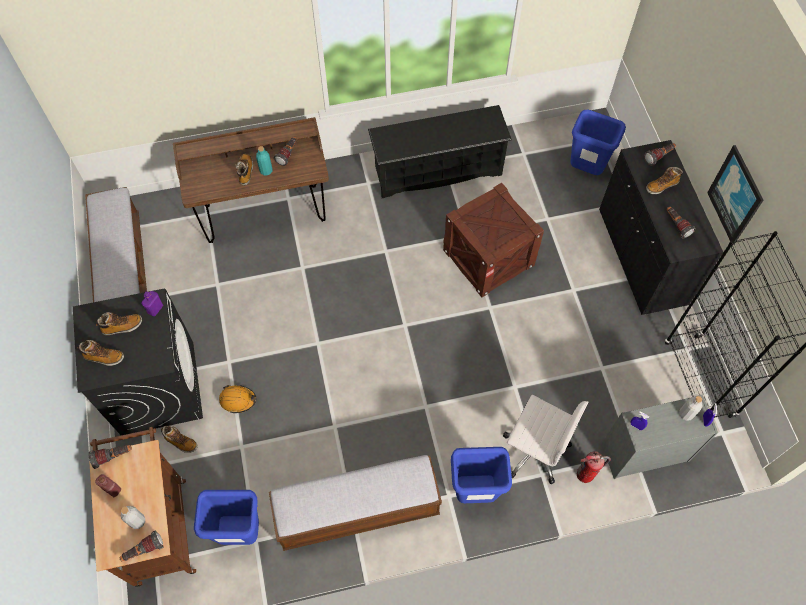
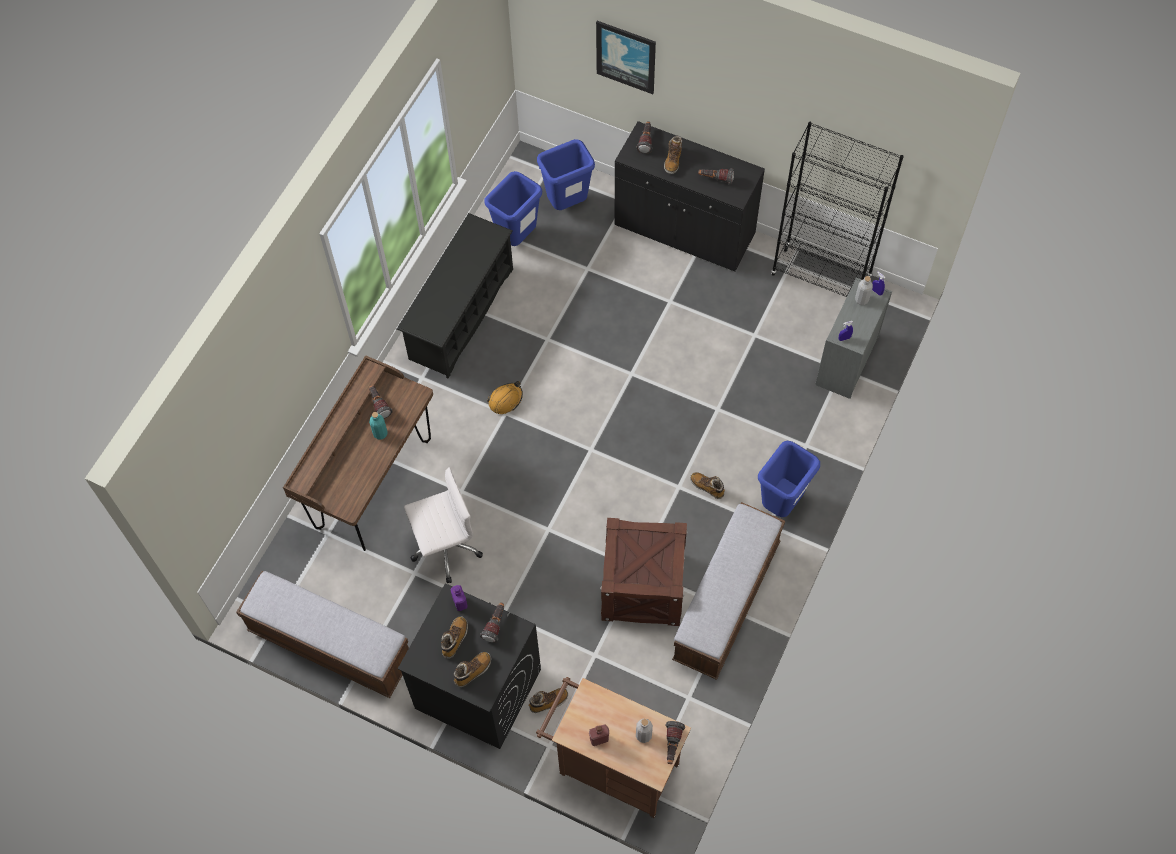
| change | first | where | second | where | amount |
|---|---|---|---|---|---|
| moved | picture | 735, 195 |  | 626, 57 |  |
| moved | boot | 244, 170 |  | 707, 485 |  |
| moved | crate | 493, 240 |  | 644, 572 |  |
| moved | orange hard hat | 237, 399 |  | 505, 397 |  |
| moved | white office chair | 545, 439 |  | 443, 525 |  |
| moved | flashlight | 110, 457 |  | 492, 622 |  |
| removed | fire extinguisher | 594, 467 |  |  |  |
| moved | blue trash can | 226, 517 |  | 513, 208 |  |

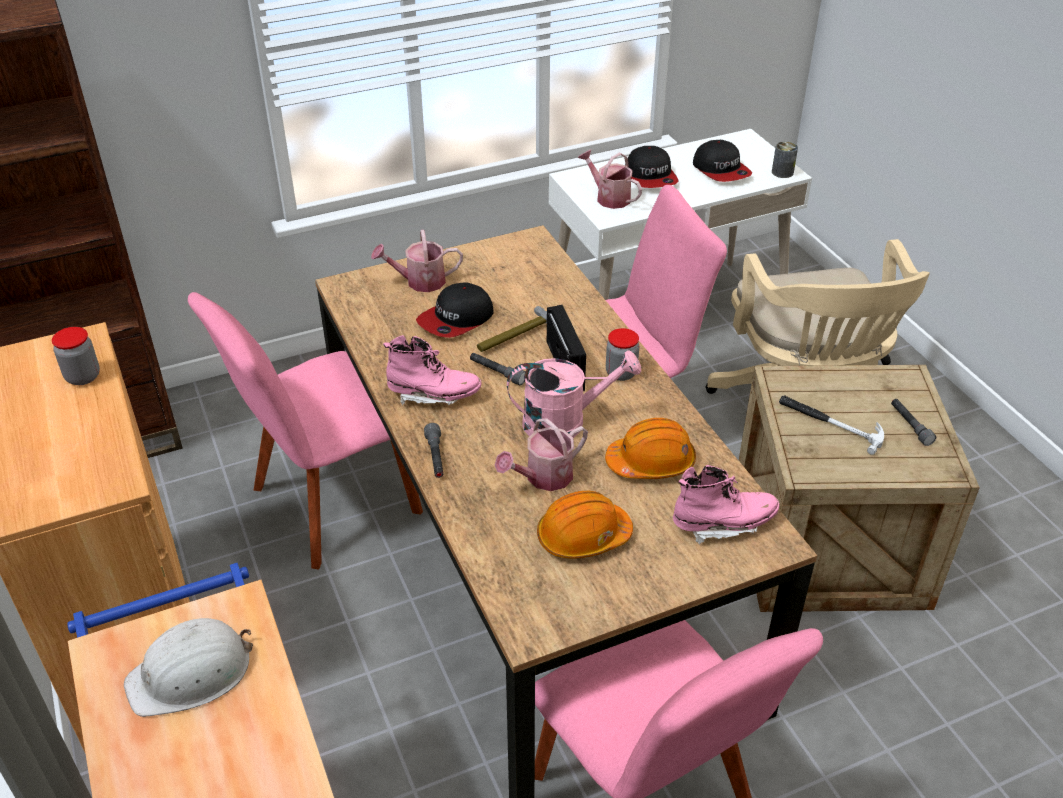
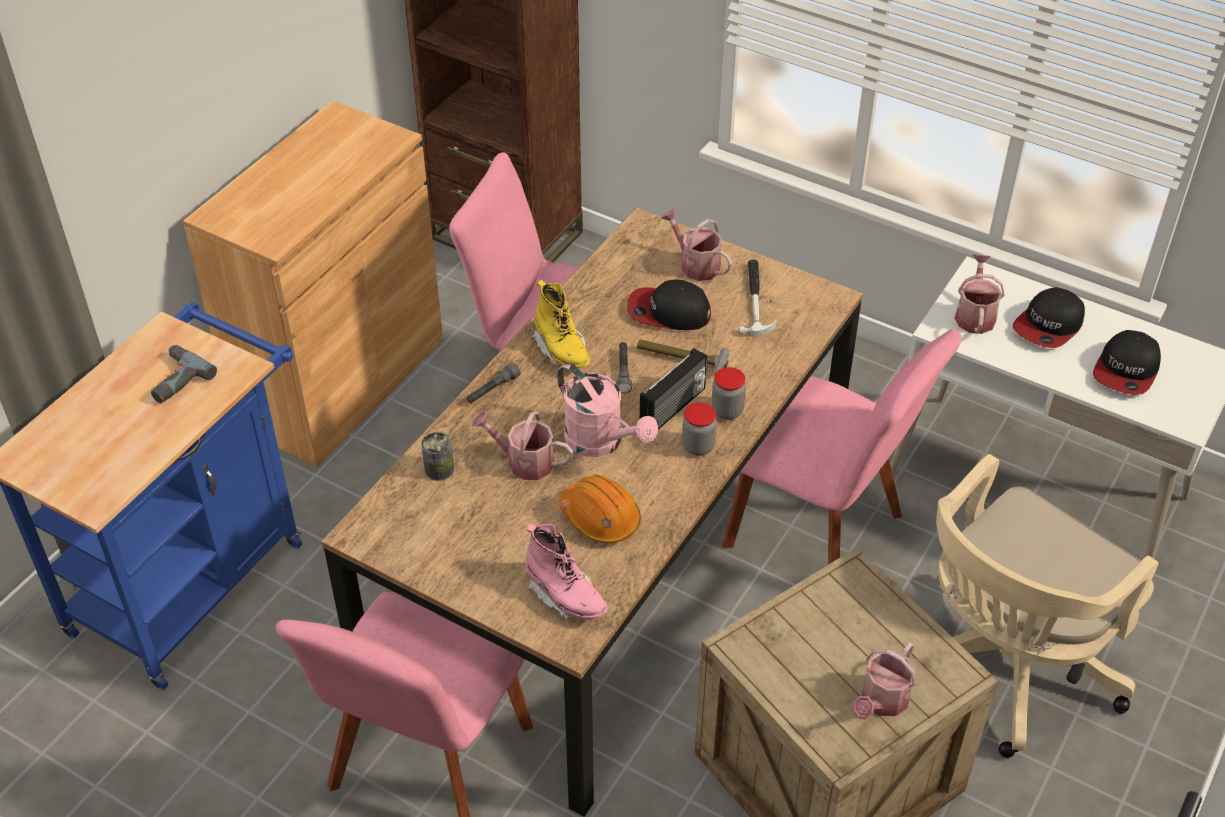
| change | first | where | second | where | amount |
|---|---|---|---|---|---|
| moved | can | 785, 159 |  | 437, 456 |  |
| moved | jar | 76, 356 |  | 728, 393 |  |
| recoloured | pink boot | 432, 370 | yellow boot | 560, 324 |  |
| moved | hammer | 831, 425 |  | 758, 297 |  |
| replaced | grey flashlight | 913, 422 | watering can | 884, 680 |  |
| removed | orange hard hat | 585, 525 |  |  |  |
| replaced | white hard hat | 188, 667 | power drill | 184, 374 |  |

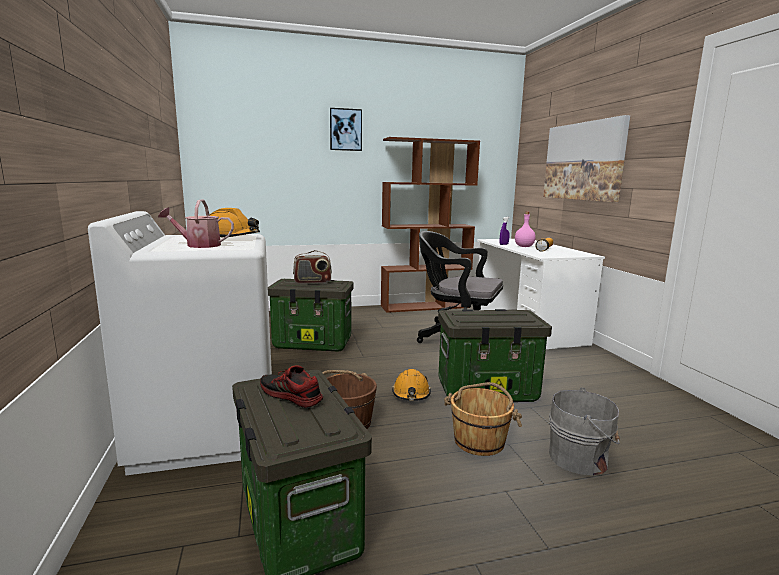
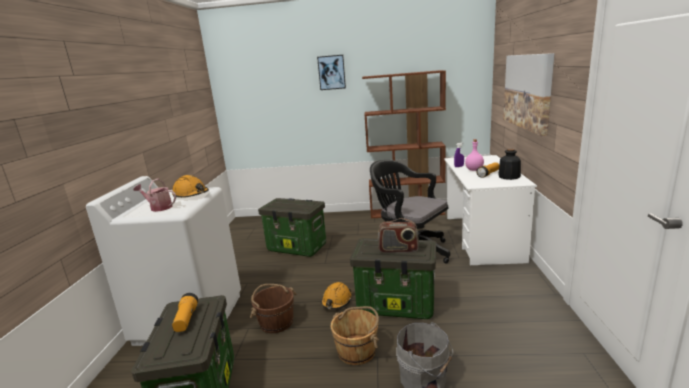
| change | first | where | second | where | amount |
|---|---|---|---|---|---|
| moved | radio | 312, 267 |  | 398, 235 |  |
| replaced | shoe | 291, 386 | flashlight | 185, 312 |  |
| added |  |  | bottle | 509, 164 |  |

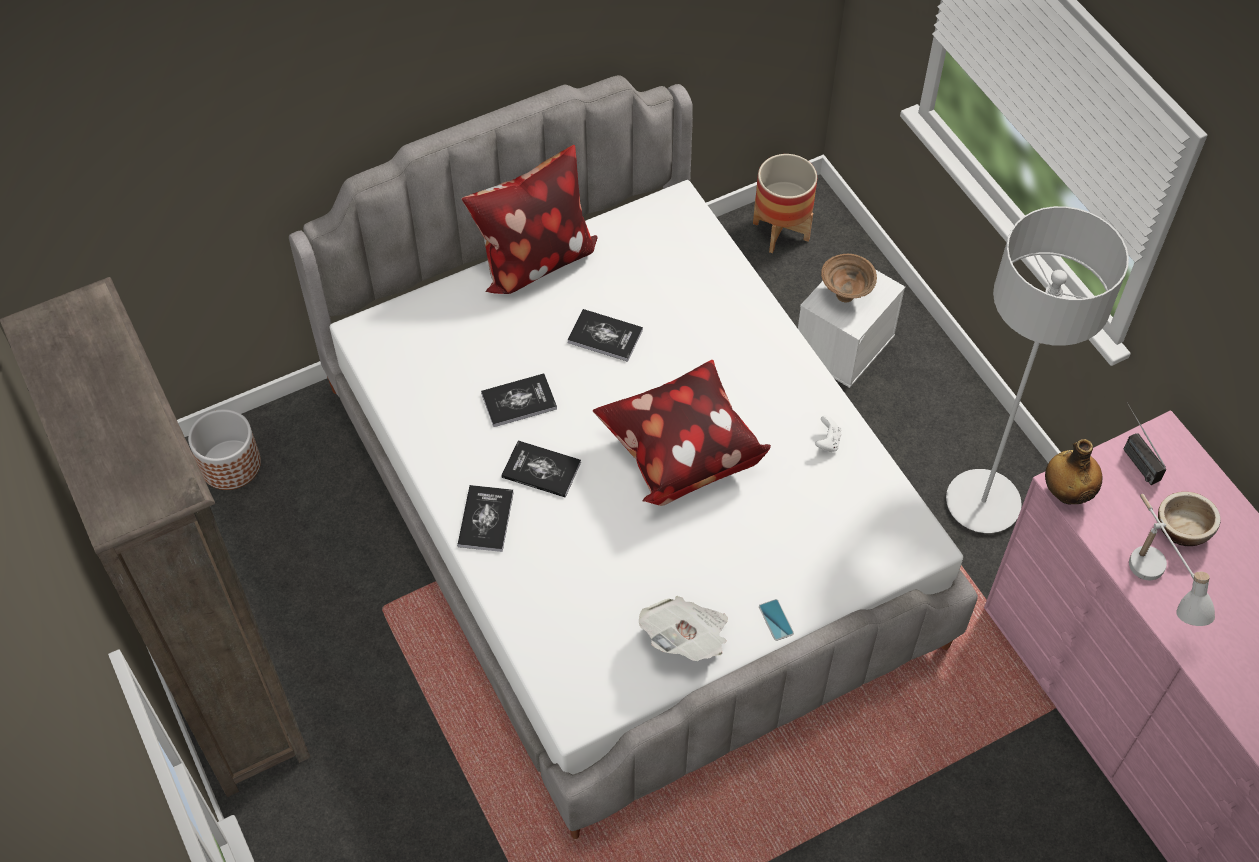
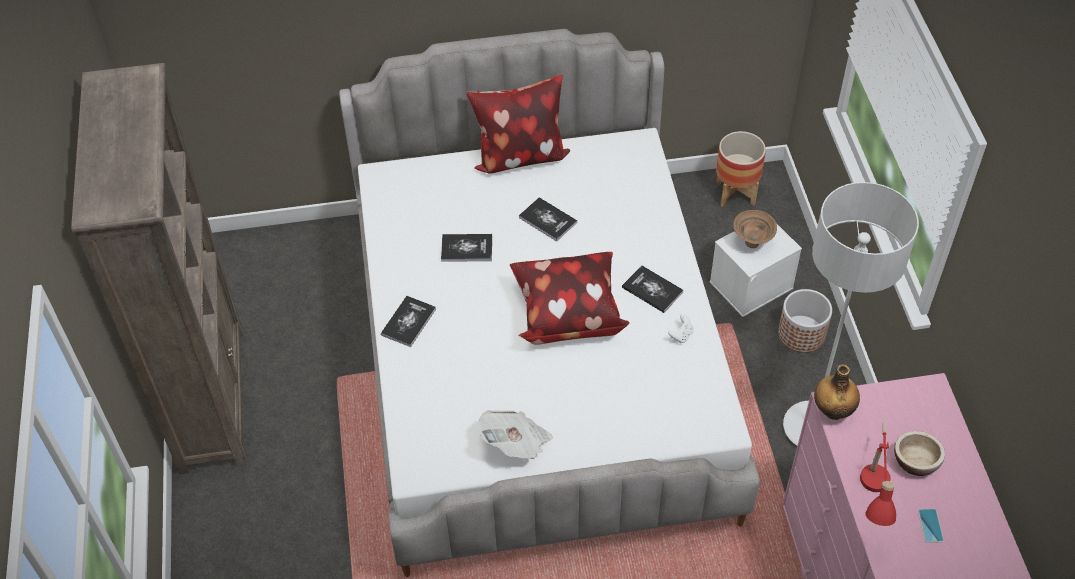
| change | first | where | second | where | amount |
|---|---|---|---|---|---|
| removed | radio | 1144, 443 |  |  |  |
| moved | planter | 224, 449 |  | 805, 320 |  |
| moved | book | 541, 468 |  | 652, 289 |  |
| recoloured | white table lamp | 1172, 560 | red table lamp | 878, 474 |  |
| moved | phone | 776, 620 |  | 931, 526 |  |

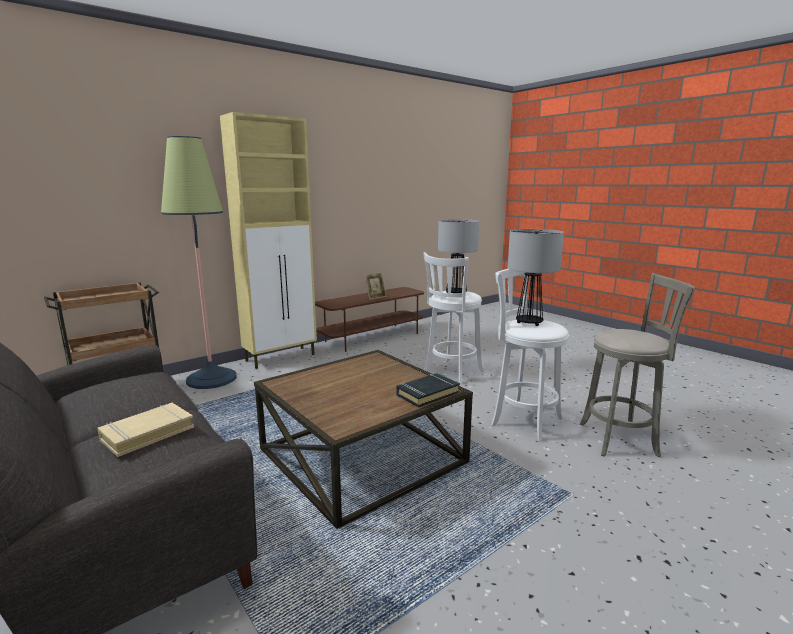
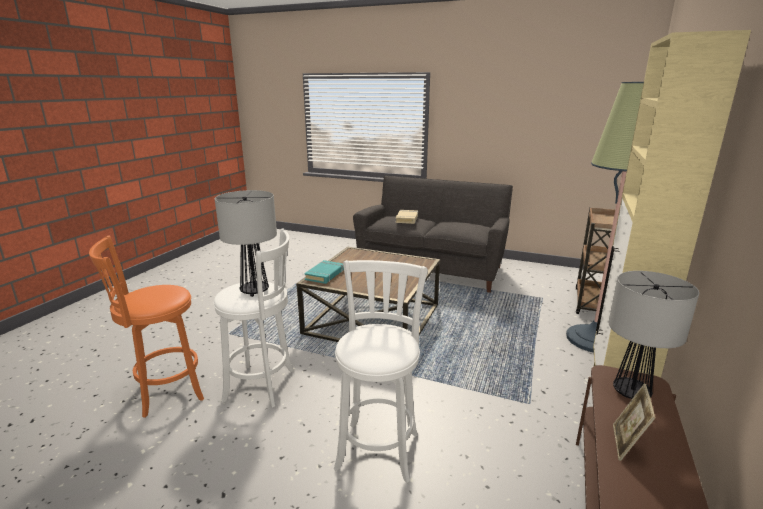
| change | first | where | second | where | amount |
|---|---|---|---|---|---|
| moved | table lamp | 458, 256 |  | 654, 335 |  |
| recoloured | grey stool | 637, 365 | orange stool | 146, 326 |  |
| recoloured | black book | 428, 390 | turquoise book | 324, 272 |  |

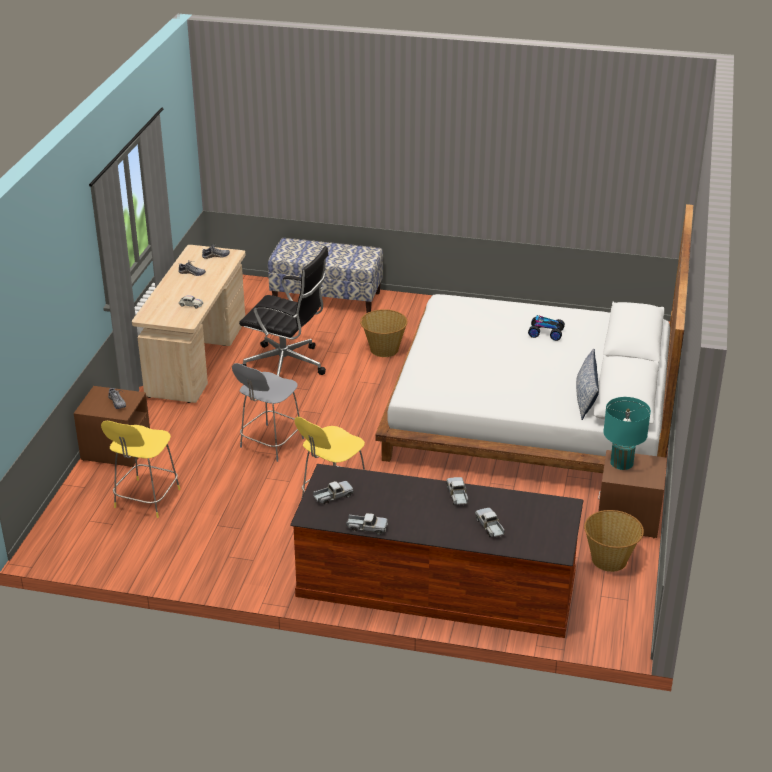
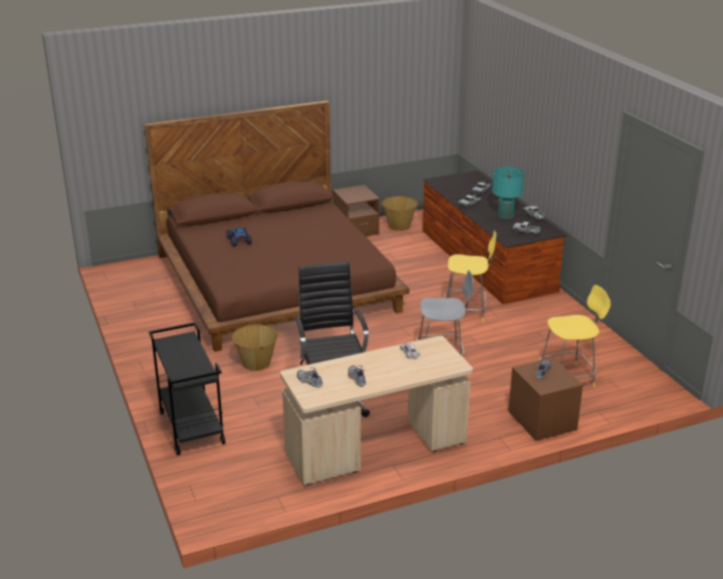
| change | first | where | second | where | amount |
|---|---|---|---|---|---|
| recoloured | white bed | 534, 338 | brown bed | 276, 226 |  |
| replaced | bench | 325, 275 | black cart | 187, 388 |  |
| removed | pillow | 587, 384 |  |  |  |
| moved | turquoise table lamp | 627, 433 |  | 508, 193 |  |

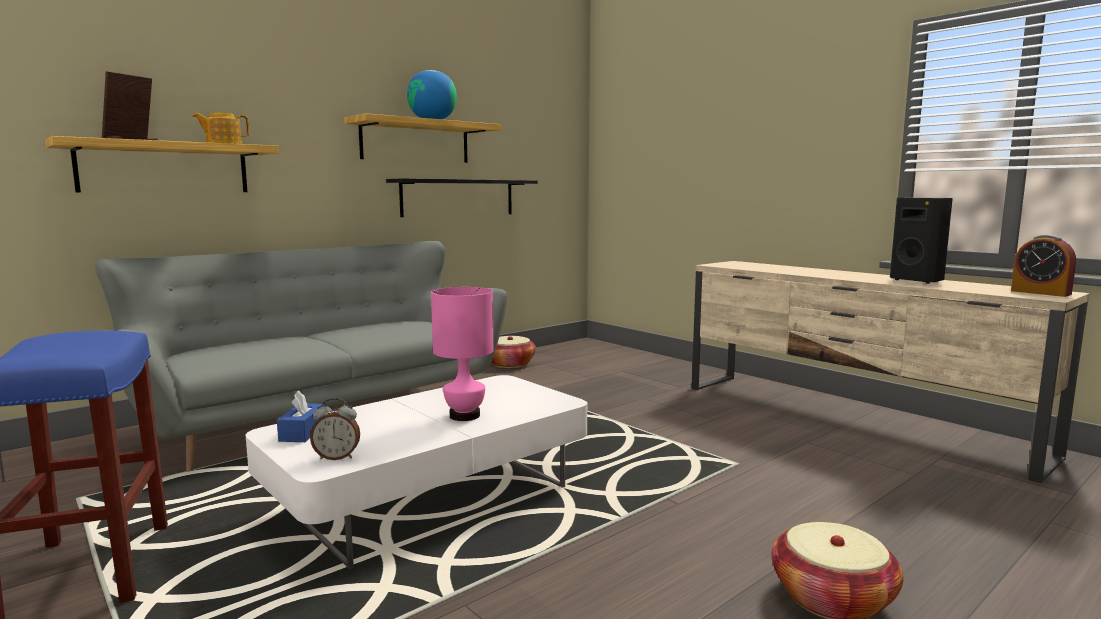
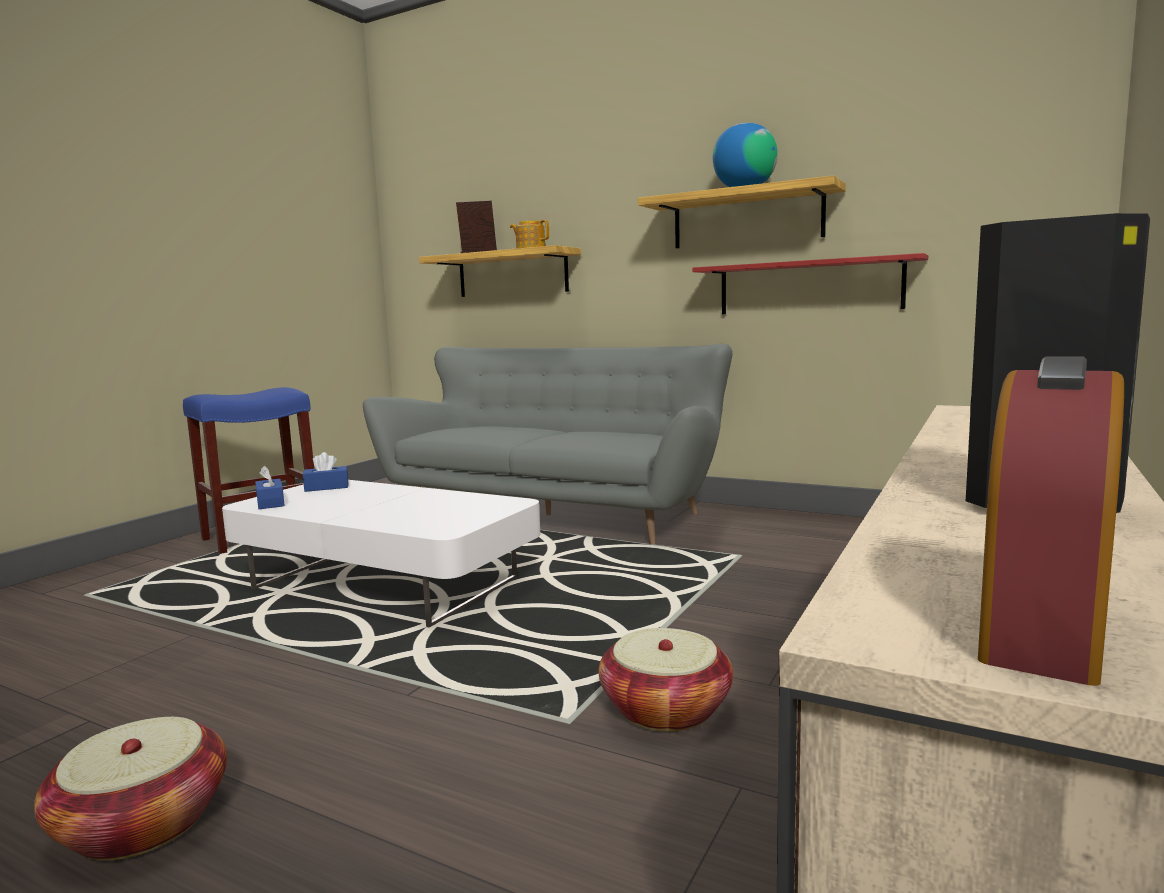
| change | first | where | second | where | amount |
|---|---|---|---|---|---|
| recoloured | black shelf | 462, 198 | red shelf | 810, 283 |  |
| removed | pink table lamp | 462, 354 |  |  |  |
| moved | basket | 513, 352 |  | 666, 680 |  |
| replaced | alarm clock | 335, 429 | blue tissue box | 270, 487 |  |

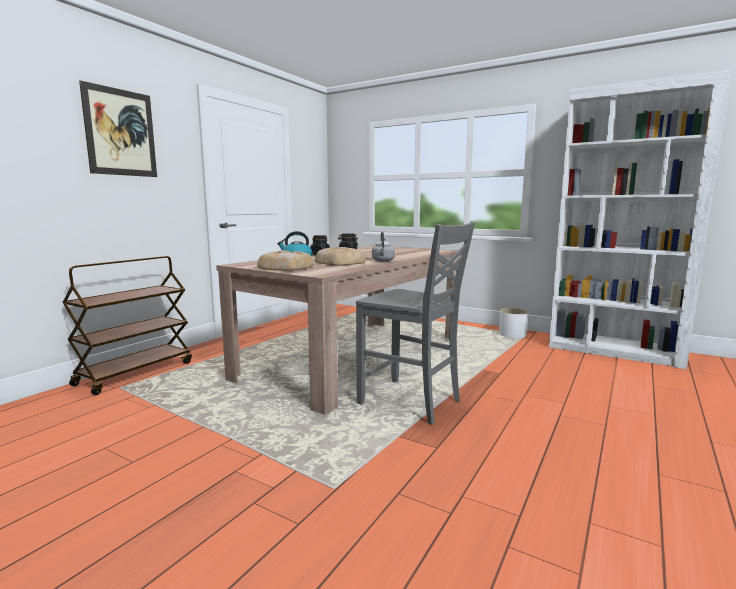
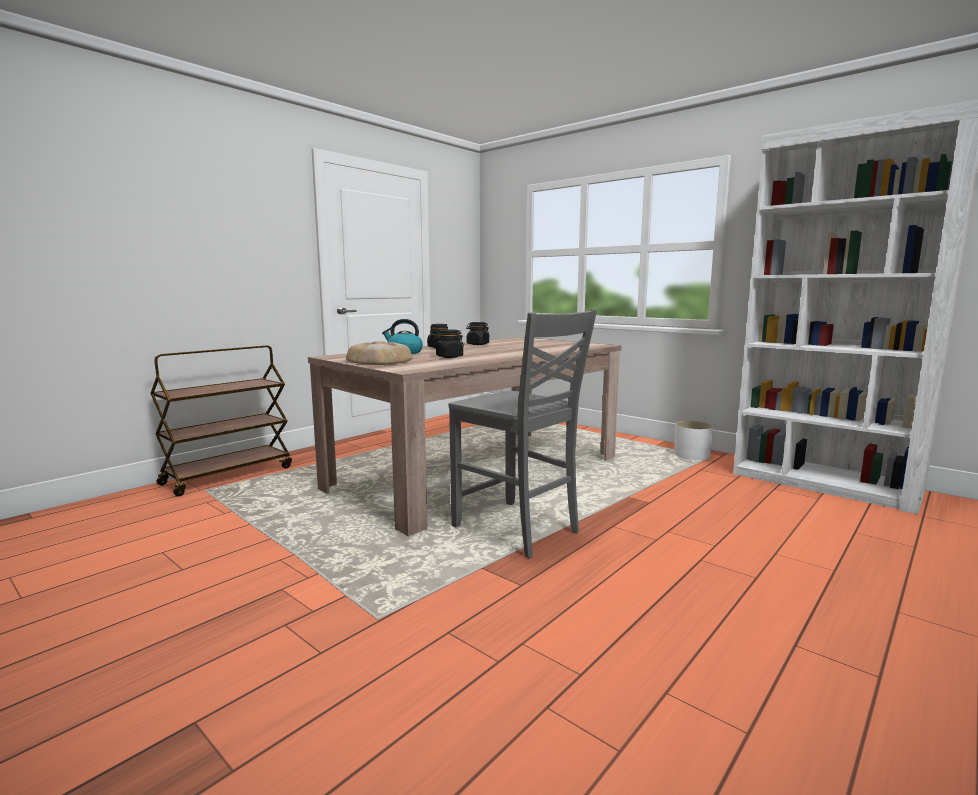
| change | first | where | second | where | amount |
|---|---|---|---|---|---|
| removed | picture | 118, 128 |  |  |  |
| removed | grey kettle | 383, 246 |  |  |  |
| replaced | bread | 340, 256 | black jar | 449, 343 |  |

